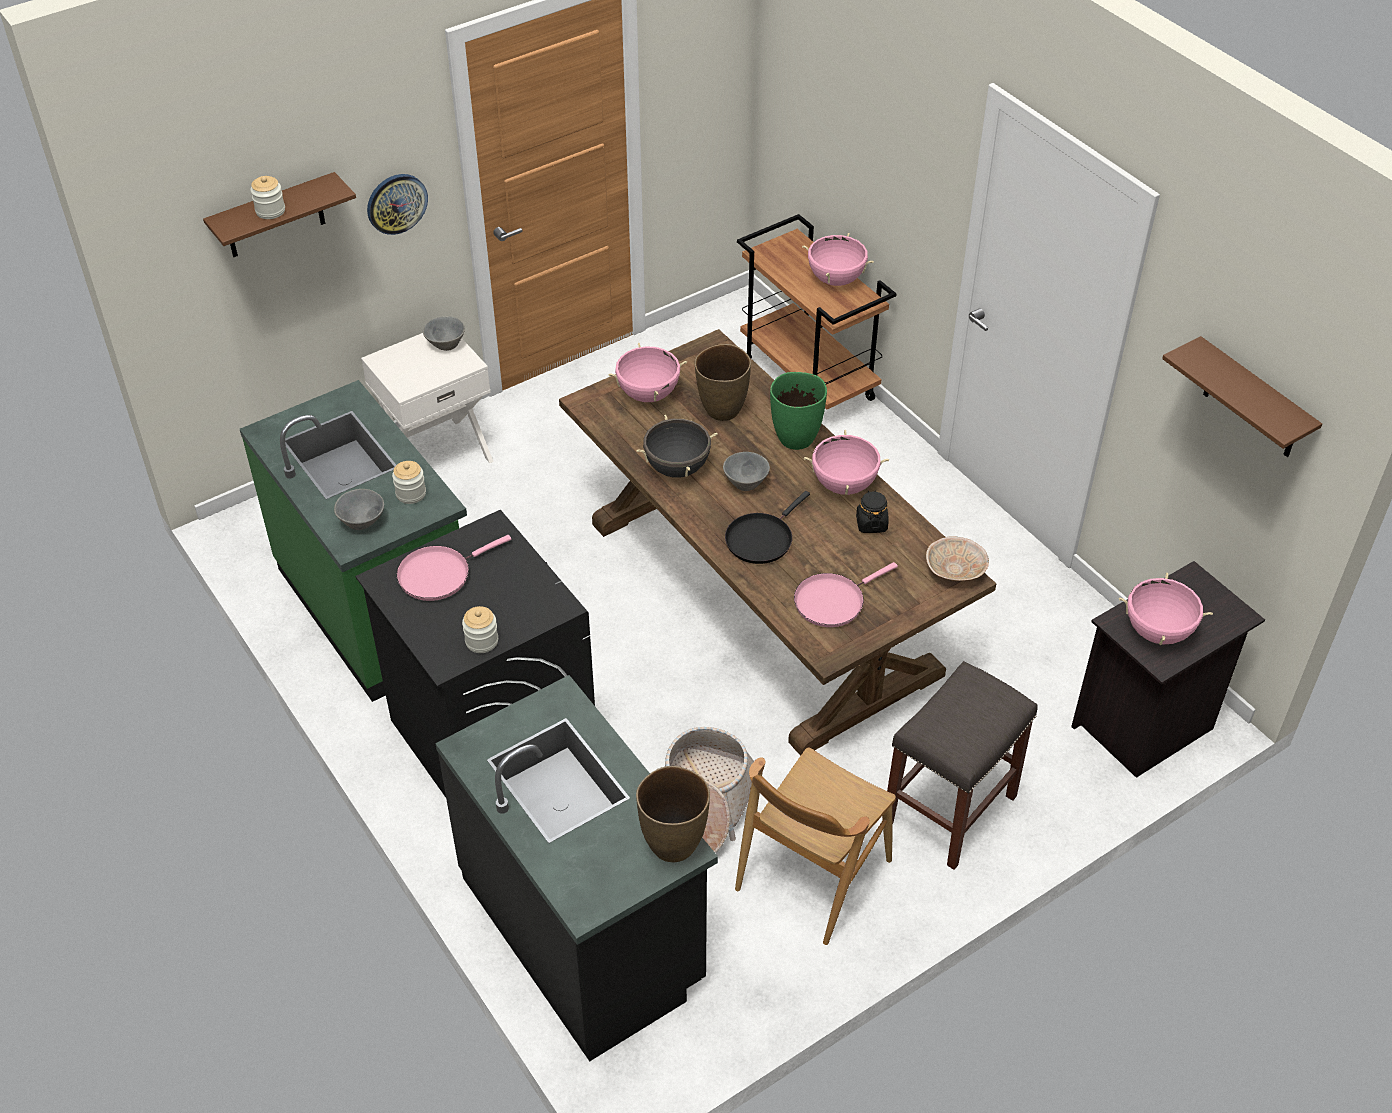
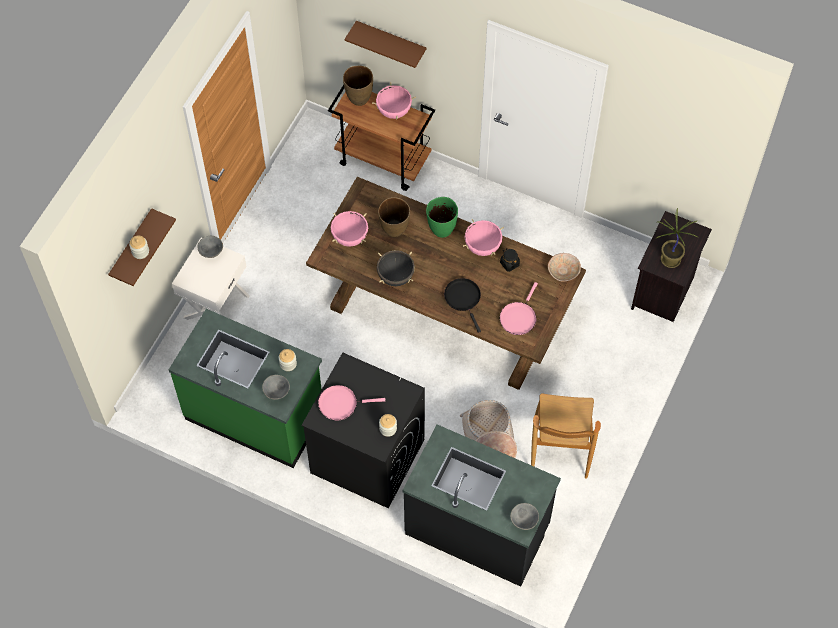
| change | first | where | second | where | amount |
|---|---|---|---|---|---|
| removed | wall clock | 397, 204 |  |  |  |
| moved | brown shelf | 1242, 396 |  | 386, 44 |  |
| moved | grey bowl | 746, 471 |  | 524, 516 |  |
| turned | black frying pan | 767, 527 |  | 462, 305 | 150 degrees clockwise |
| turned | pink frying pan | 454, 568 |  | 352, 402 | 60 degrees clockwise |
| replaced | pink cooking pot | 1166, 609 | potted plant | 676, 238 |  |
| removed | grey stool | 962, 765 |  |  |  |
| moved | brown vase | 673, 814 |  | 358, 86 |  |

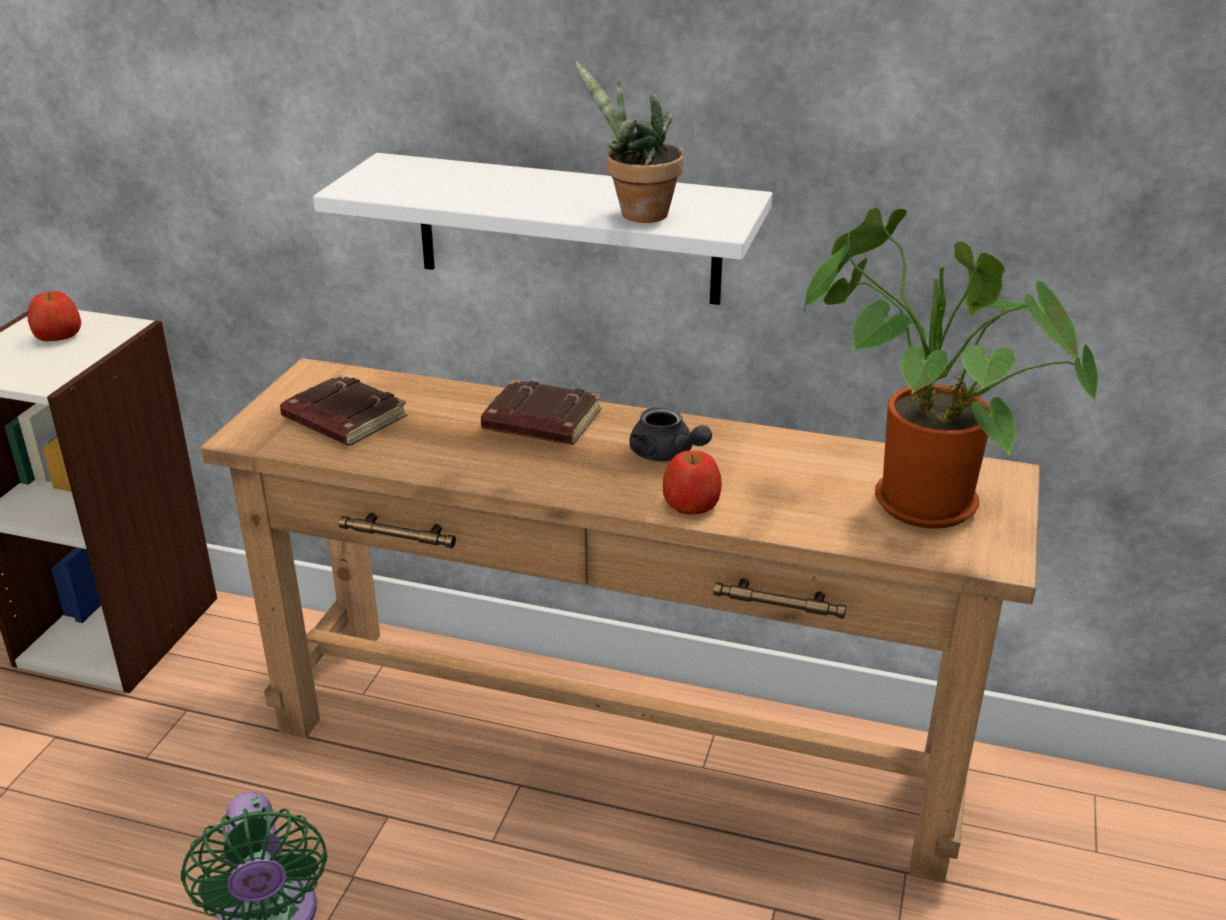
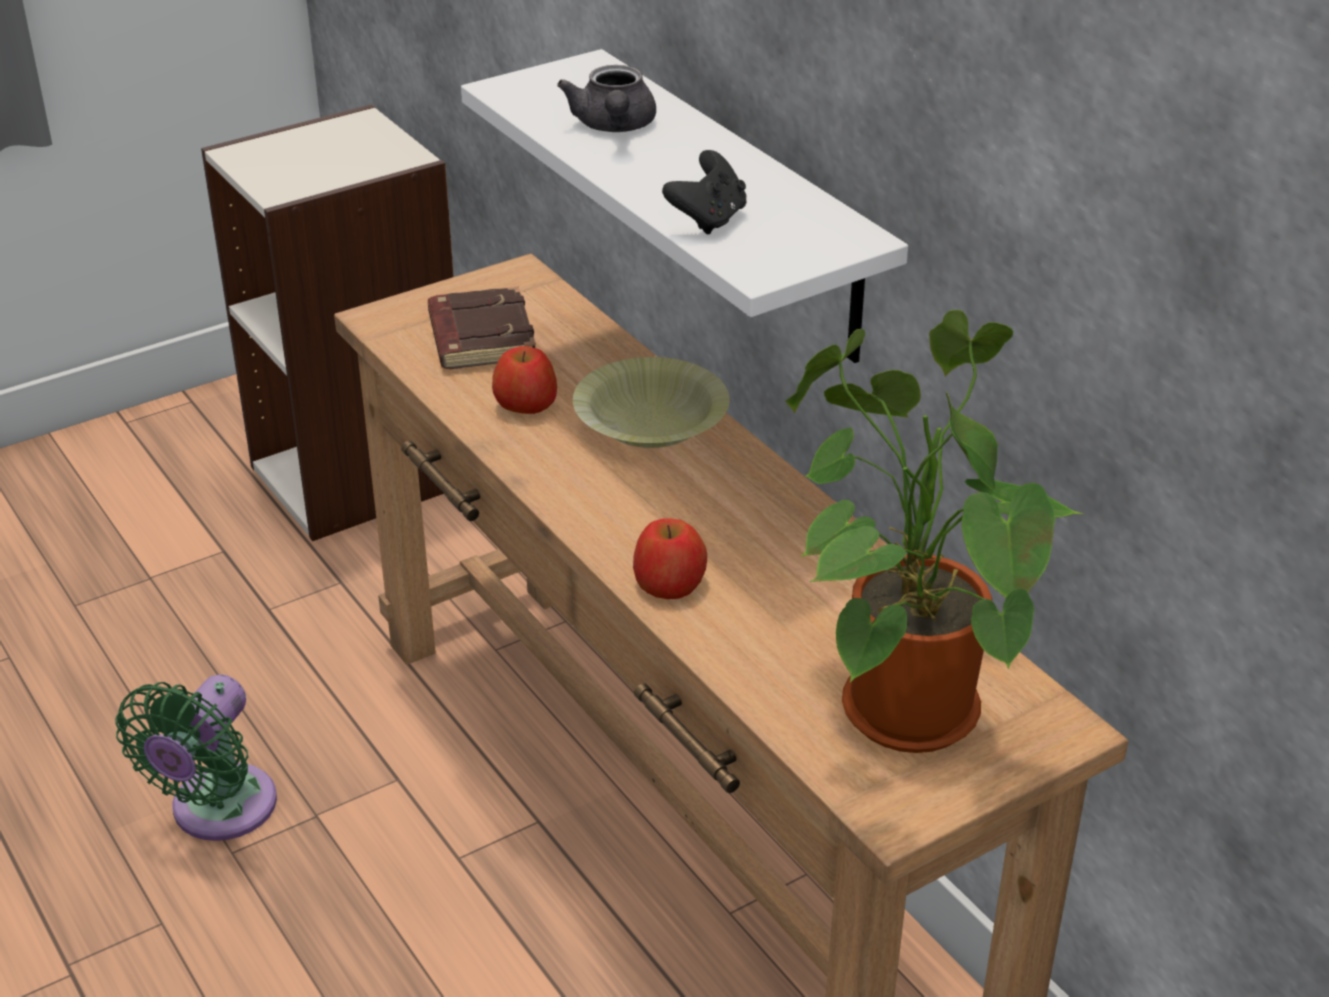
| change | first | where | second | where | amount |
|---|---|---|---|---|---|
| replaced | potted plant | 629, 142 | black game controller | 704, 192 |  |
| moved | apple | 54, 316 |  | 524, 380 |  |
| replaced | brown book | 541, 412 | yellow bowl | 651, 402 |  |
| moved | grey teapot | 670, 434 |  | 606, 98 |  |

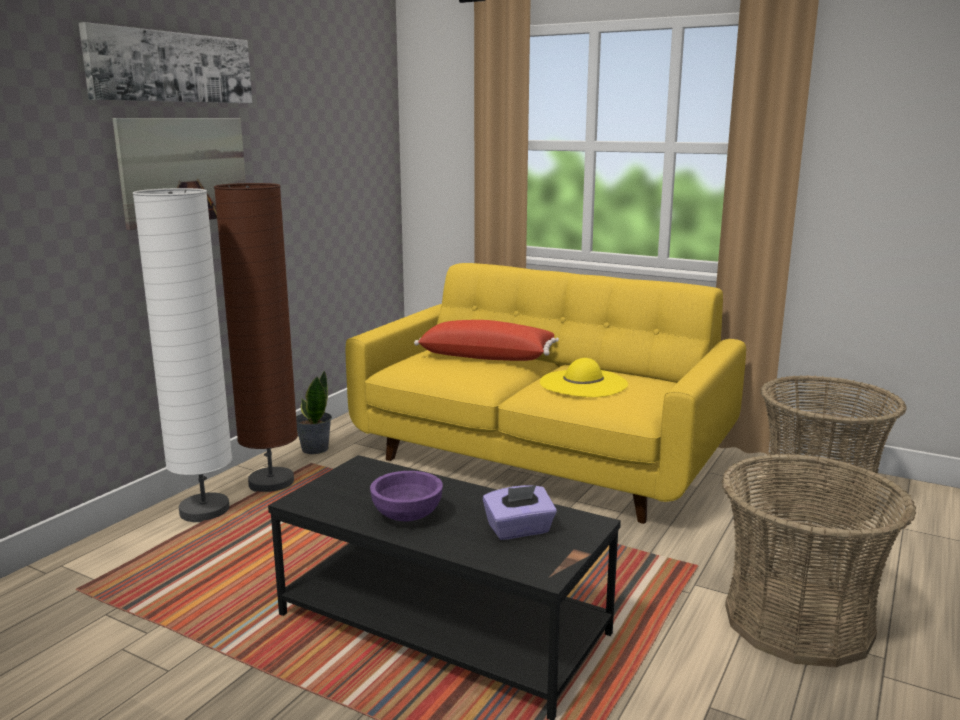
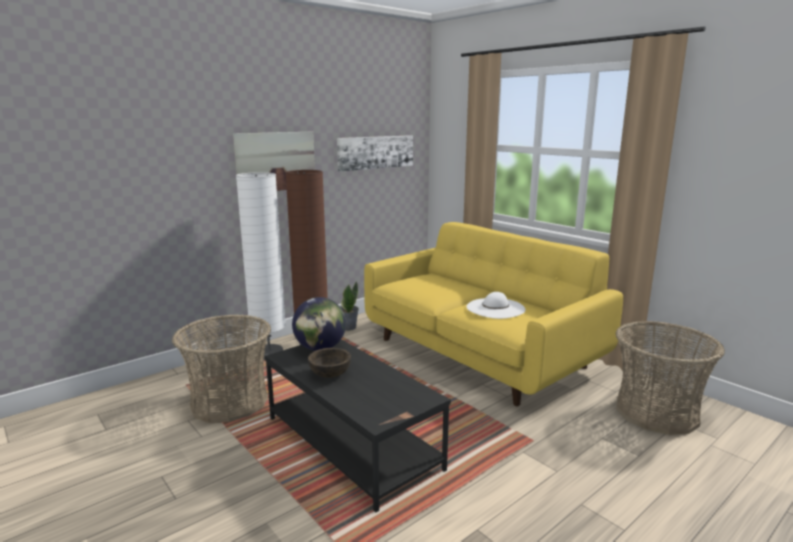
| change | first | where | second | where | amount |
|---|---|---|---|---|---|
| moved | picture | 165, 62 |  | 375, 153 |  |
| removed | red pillow | 486, 340 |  |  |  |
| recoloured | yellow hat | 584, 377 | white hat | 496, 305 |  |
| moved | basket | 818, 560 |  | 221, 368 |  |
| recoloured | purple bowl | 406, 496 | brown bowl | 329, 363 |  |
| removed | purple tissue box | 520, 512 |  |  |  |
| added |  |  | globe | 319, 324 |  |

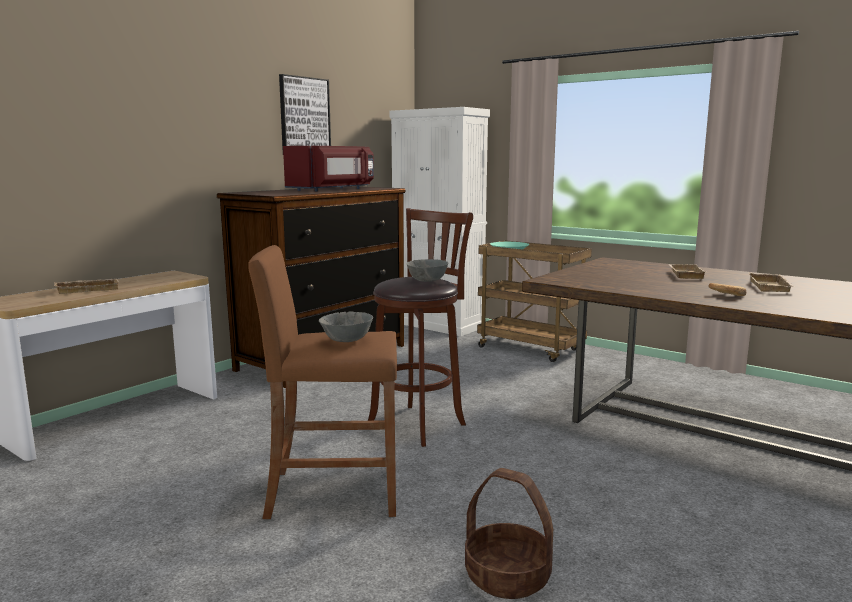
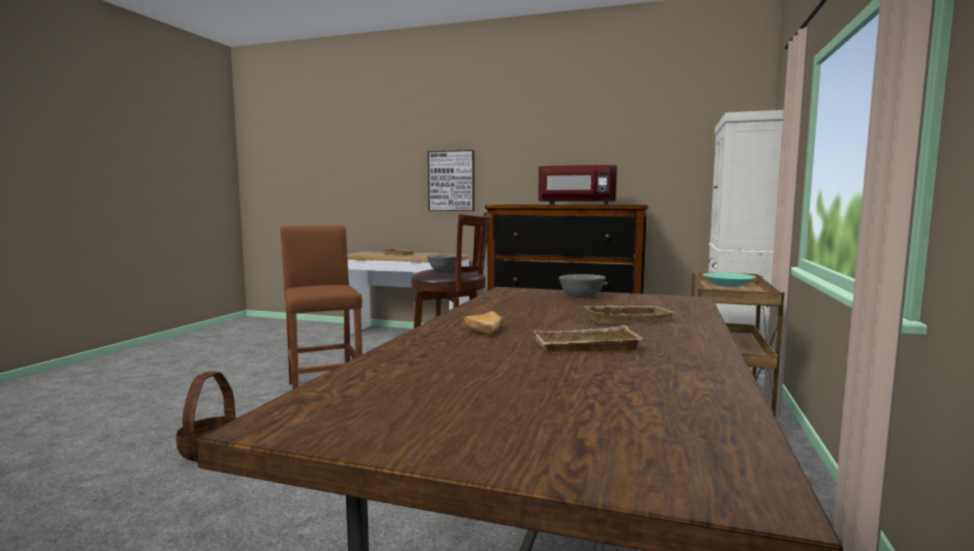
| change | first | where | second | where | amount |
|---|---|---|---|---|---|
| moved | picture | 305, 111 |  | 451, 180 |  |
| moved | grey bowl | 346, 327 |  | 582, 286 |  |

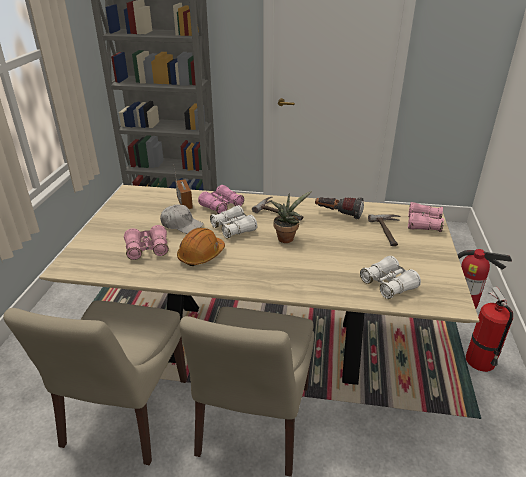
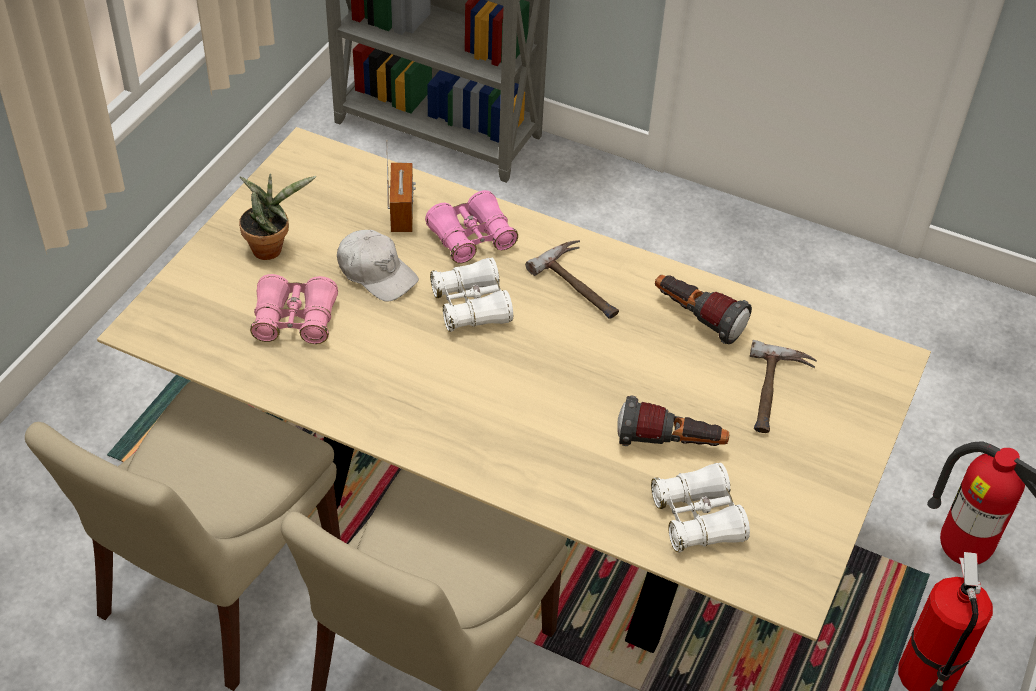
| change | first | where | second | where | amount |
|---|---|---|---|---|---|
| moved | potted plant | 291, 217 |  | 277, 216 |  |
| removed | pink binoculars | 426, 217 |  |  |  |
| removed | orange hard hat | 201, 247 |  |  |  |
| added |  |  | flashlight | 673, 421 |  |

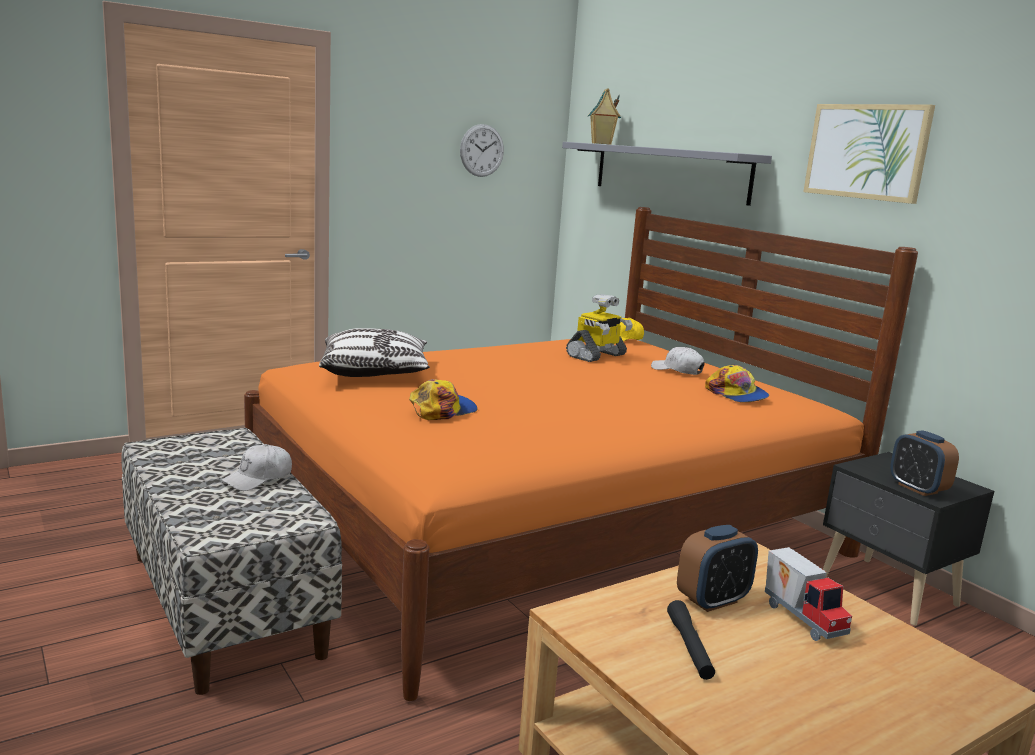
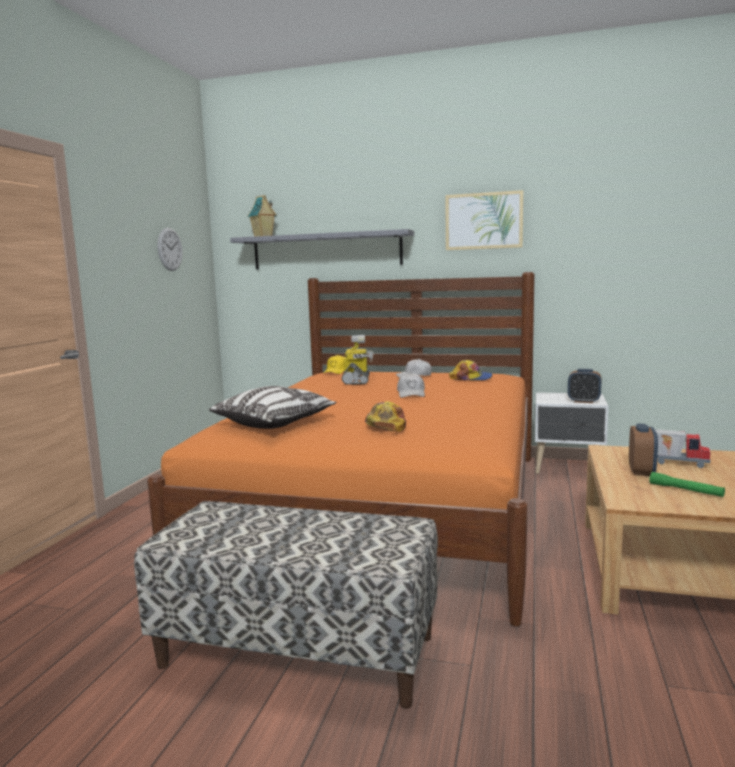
| change | first | where | second | where | amount |
|---|---|---|---|---|---|
| moved | white cap | 256, 467 |  | 411, 385 |  |
| recoloured | black nightstand | 908, 539 | white nightstand | 571, 433 |  |
| recoloured | black flashlight | 691, 640 | green flashlight | 687, 484 |  |

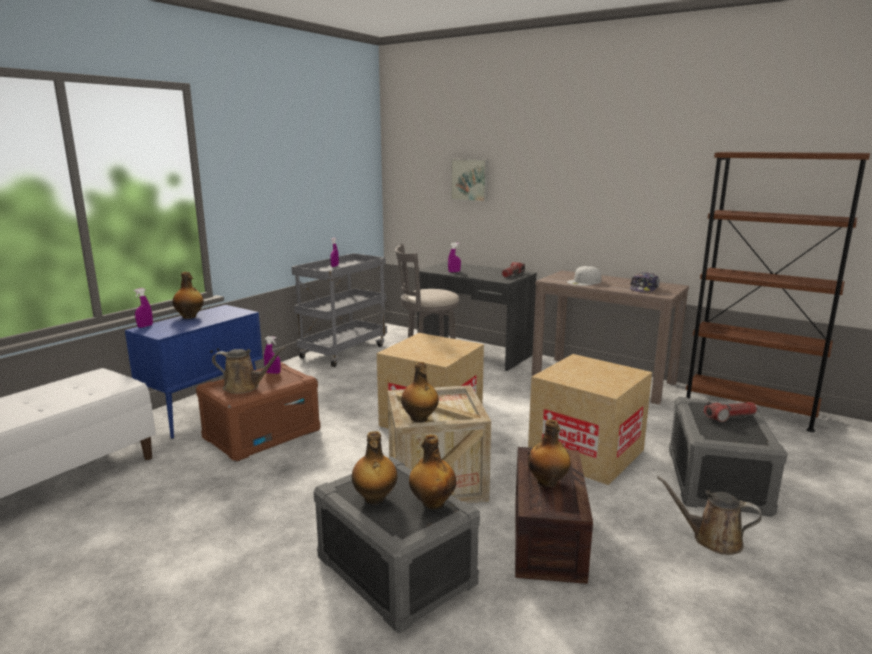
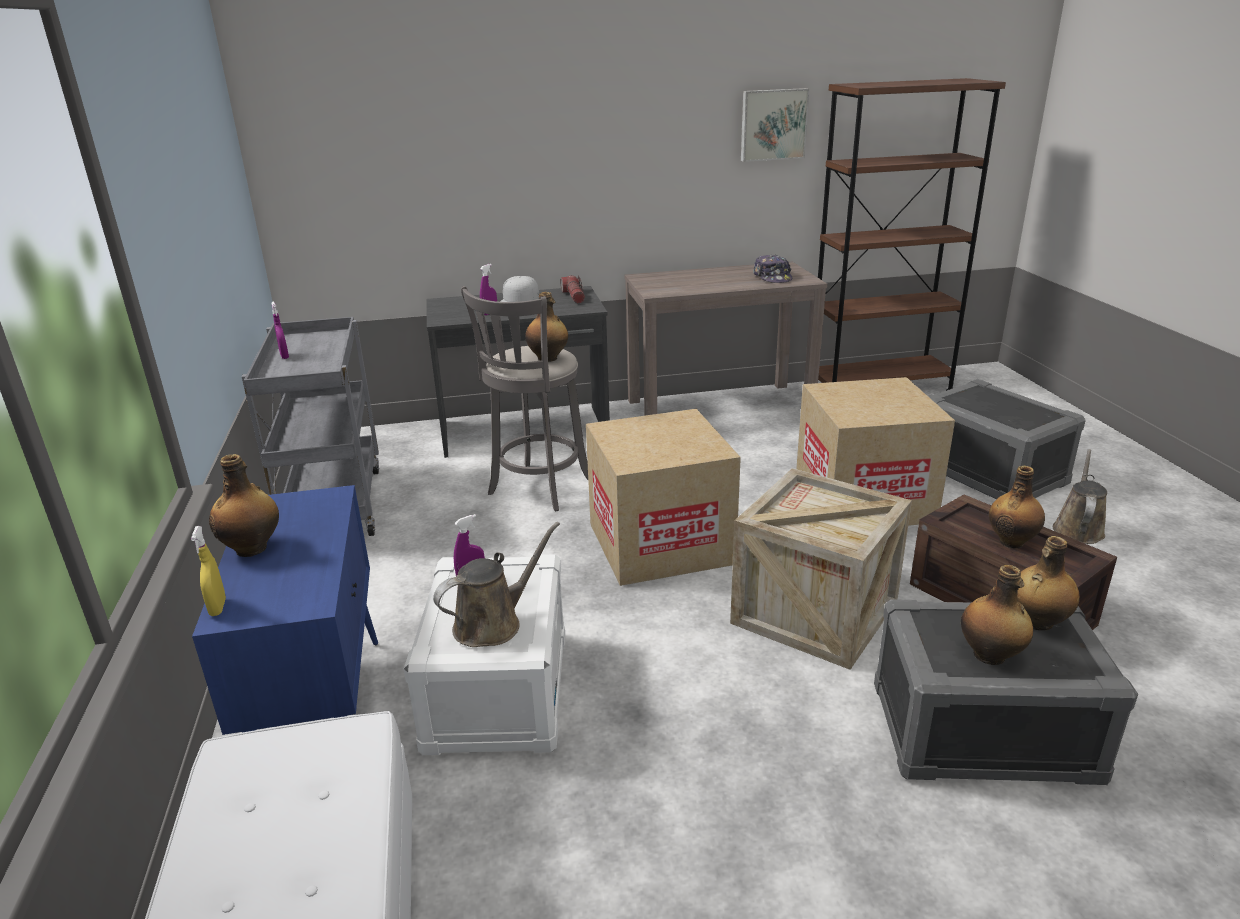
| change | first | where | second | where | amount |
|---|---|---|---|---|---|
| moved | picture | 470, 180 |  | 775, 125 |  |
| moved | white cap | 584, 276 |  | 519, 289 |  |
| recoloured | purple spray bottle | 143, 308 | yellow spray bottle | 208, 571 |  |
| recoloured | brown storage box | 258, 412 | white storage box | 484, 654 |  |
| moved | bottle | 420, 392 |  | 546, 327 |  |
| removed | flashlight | 730, 412 |  |  |  |
| turned | brown watering can | 709, 515 |  | 1080, 496 | 135 degrees clockwise |

